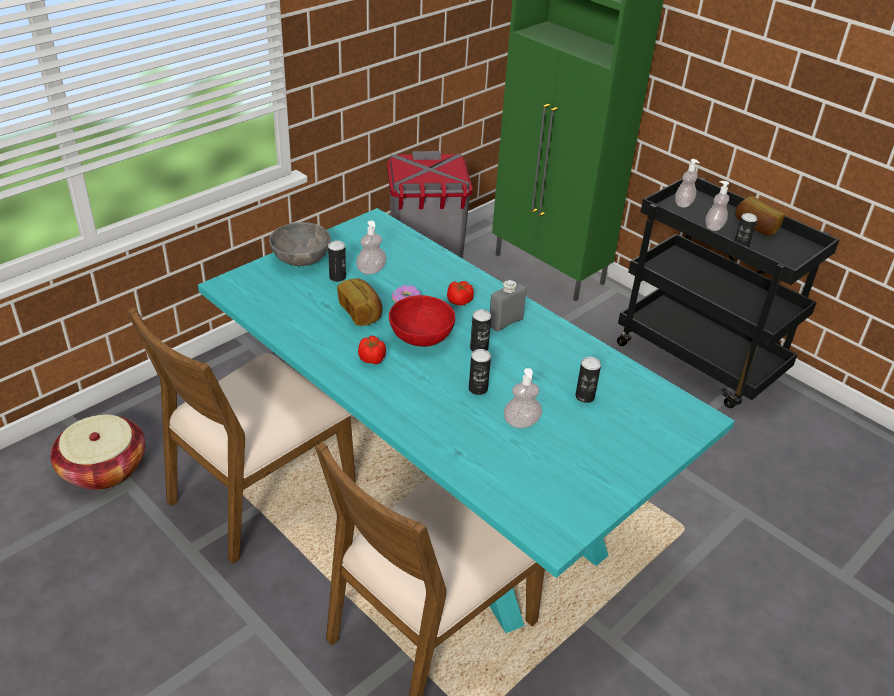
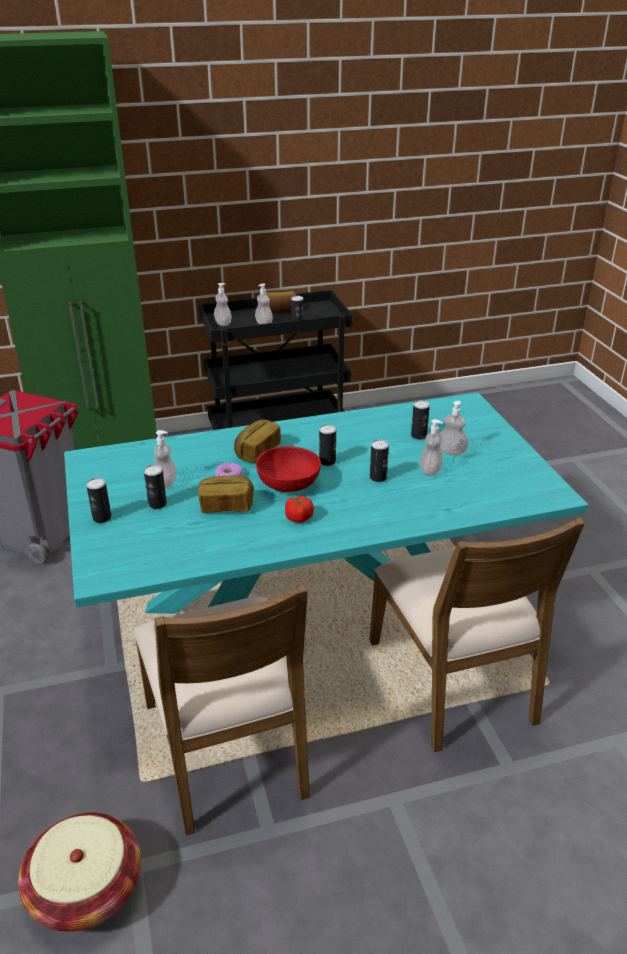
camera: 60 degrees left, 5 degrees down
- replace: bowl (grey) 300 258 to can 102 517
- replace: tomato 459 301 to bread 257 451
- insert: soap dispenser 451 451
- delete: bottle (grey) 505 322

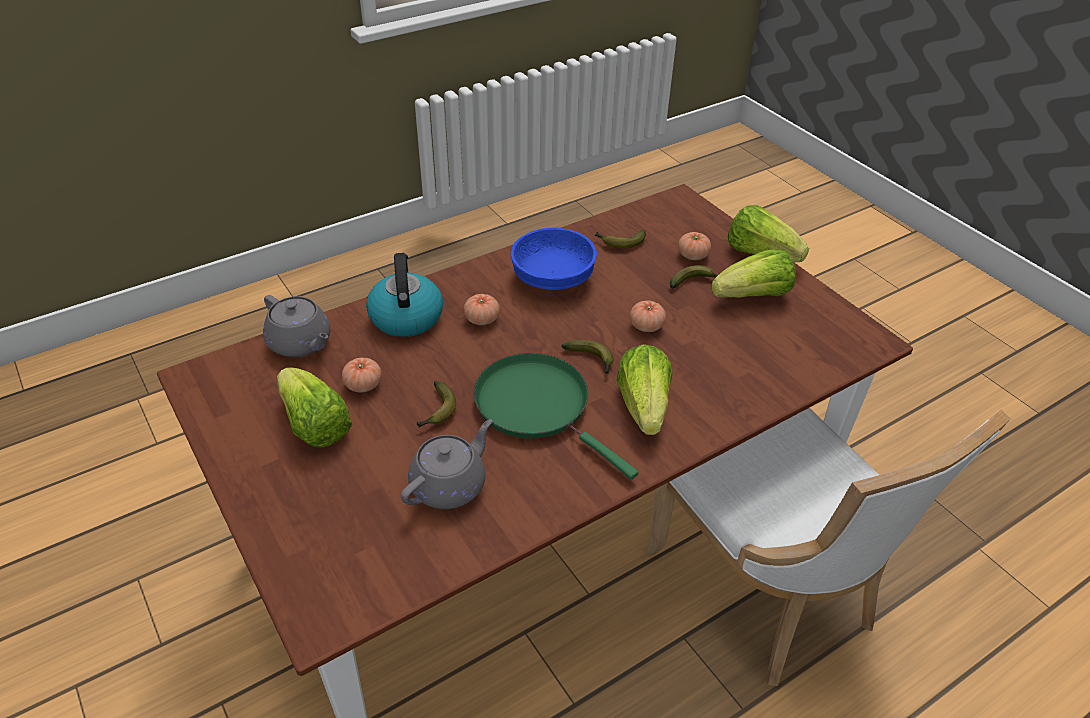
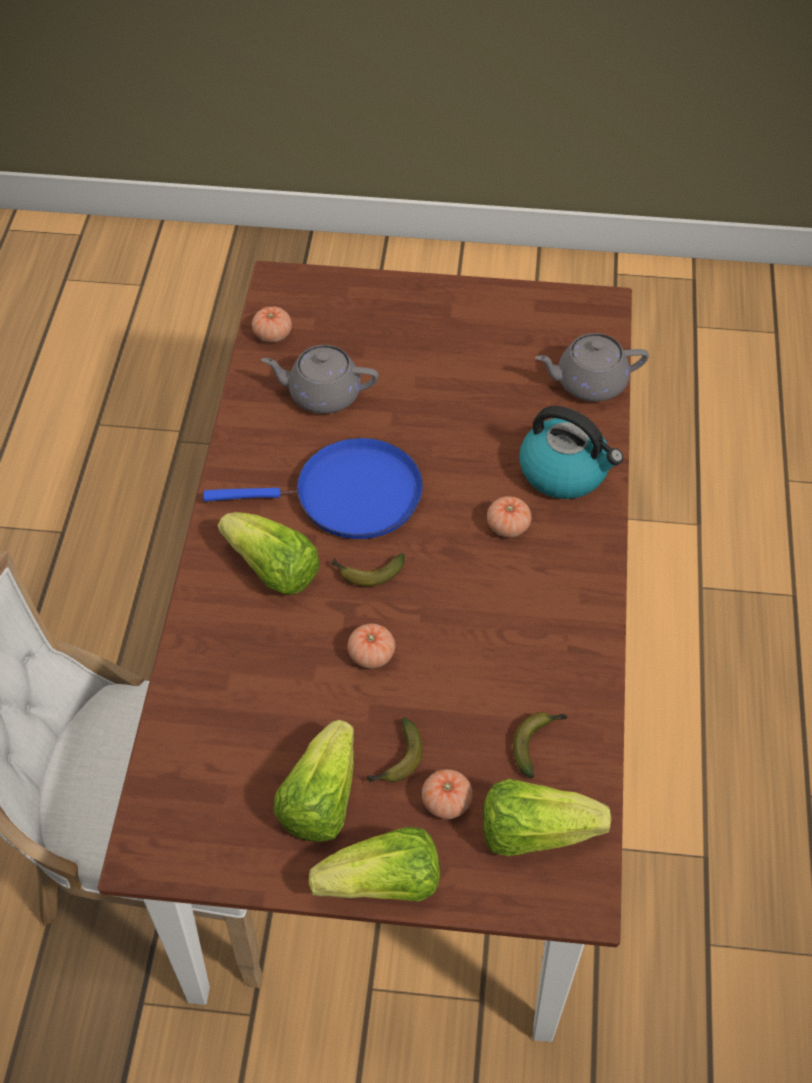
camera: 130 degrees right, 10 degrees up
- recolor: frying pan (green) 538 406 to frying pan (blue) 349 496
- move: tomato 363 385 to 272 334
- rotate: teapot (grey) 449 485 = 322 394 105 degrees clockwise
- move: lettuce 314 425 to 535 832
- delete: banana 437 411
- delete: bowl (blue) 552 277

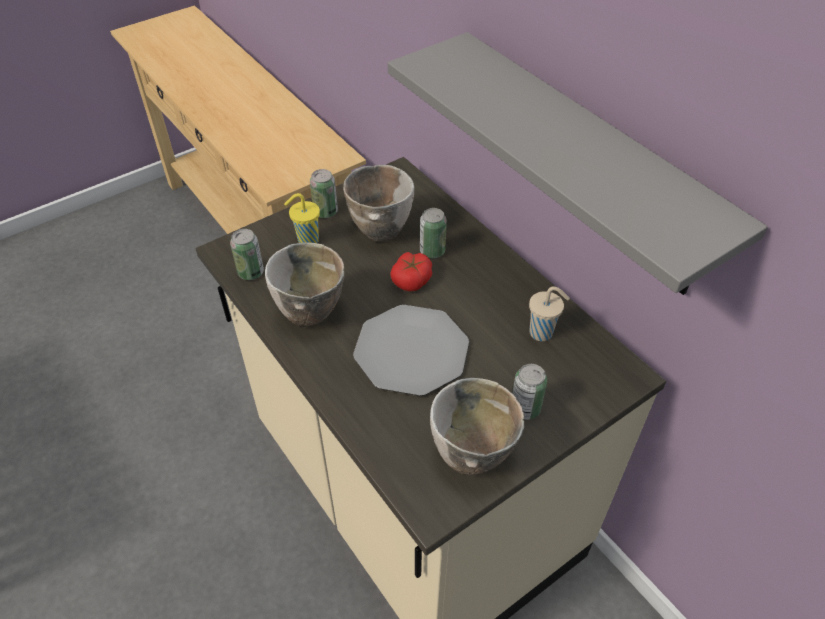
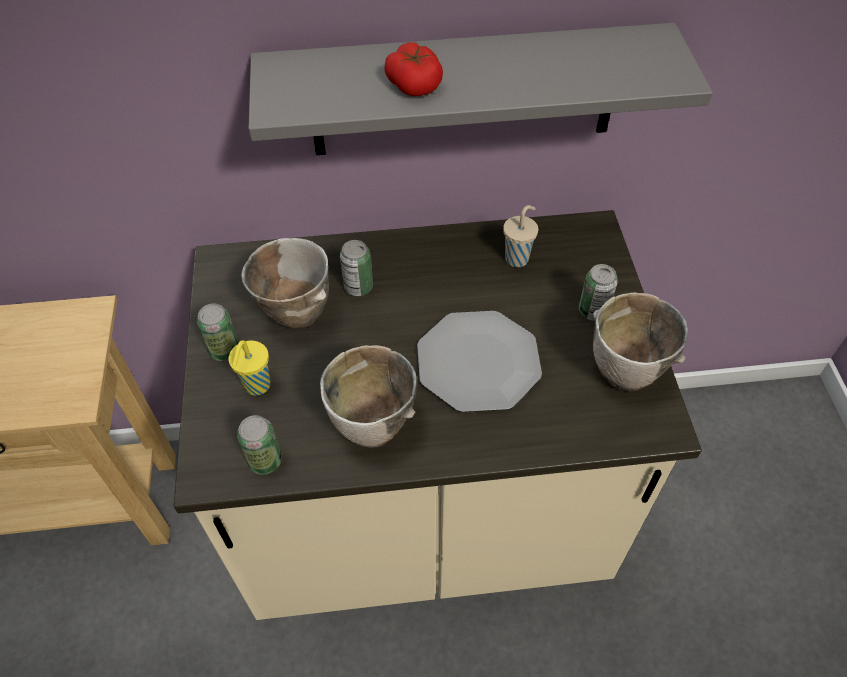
camera: 60 degrees left, 5 degrees up
- move: tomato 412 280 to 414 84

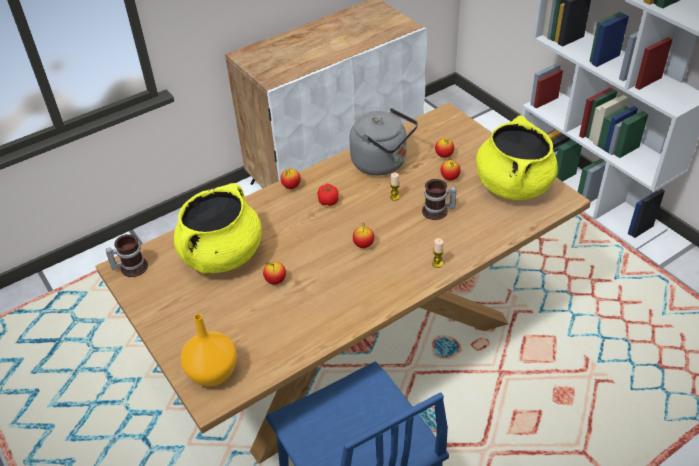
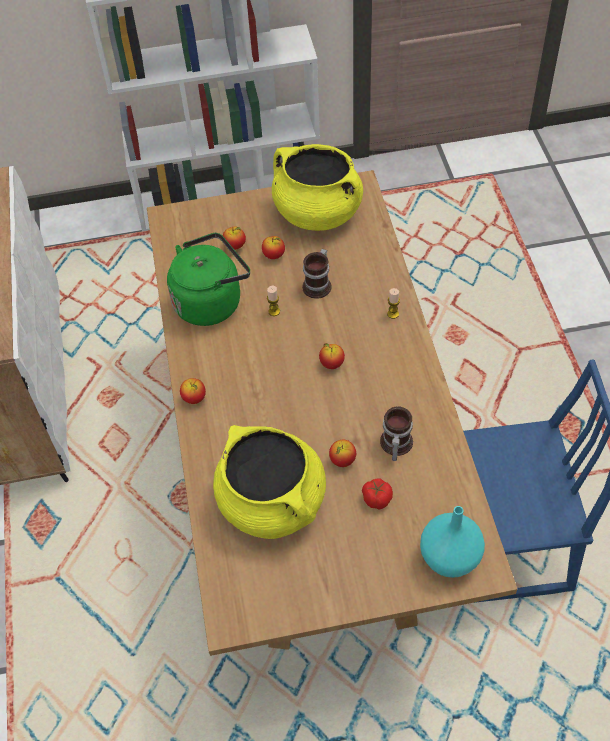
camera: 65 degrees left, 10 degrees up
- recolor: kettle (grey) 382 163 to kettle (green) 211 301
- move: tomato 328 201 to 376 499
- move: mug 131 267 to 394 445
- recolor: vase (orange) 212 373 to vase (turquoise) 448 559

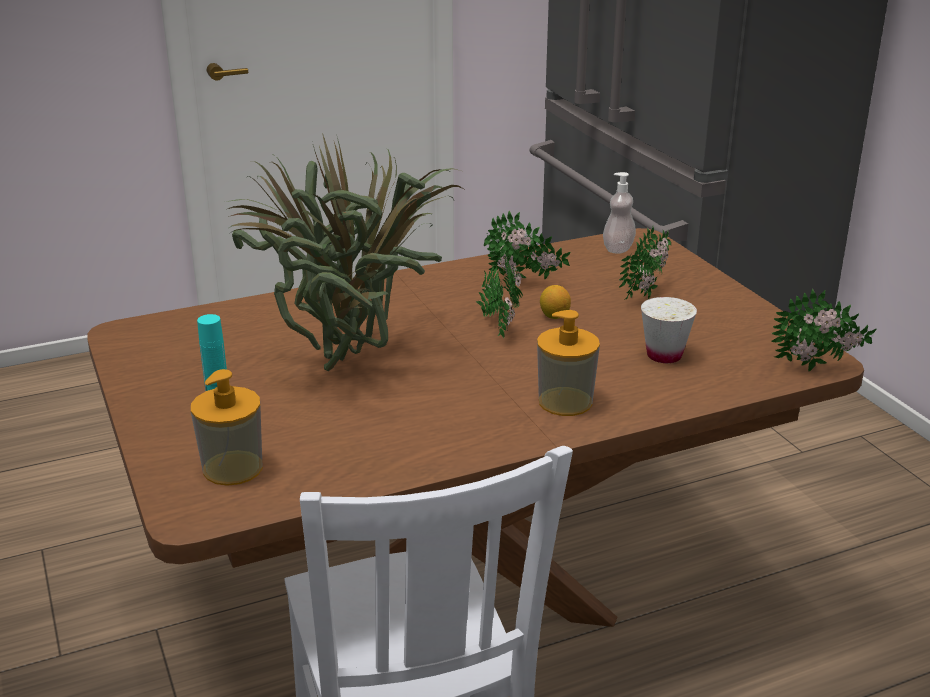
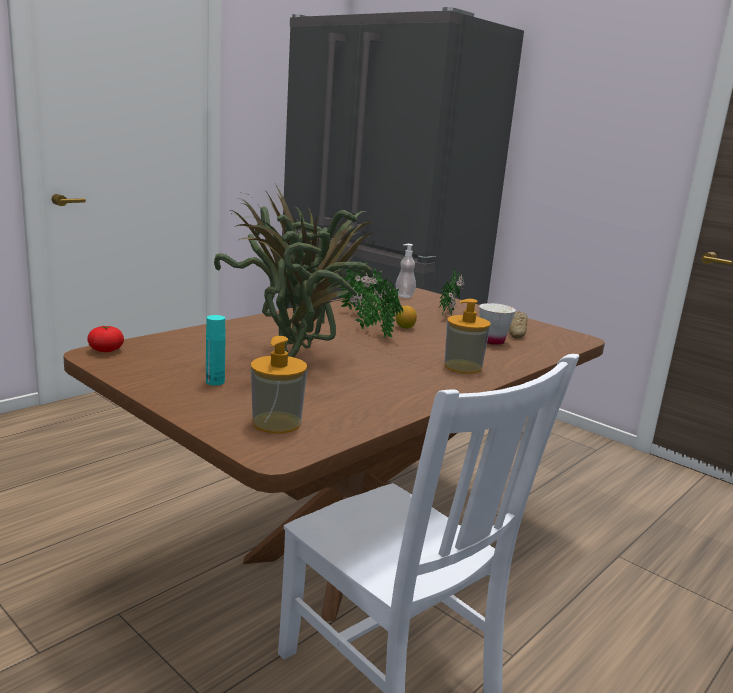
camera: 25 degrees left, 10 degrees down
- insert: tomato 106 350
- insert: bread 517 330
- delete: potted plant 818 368

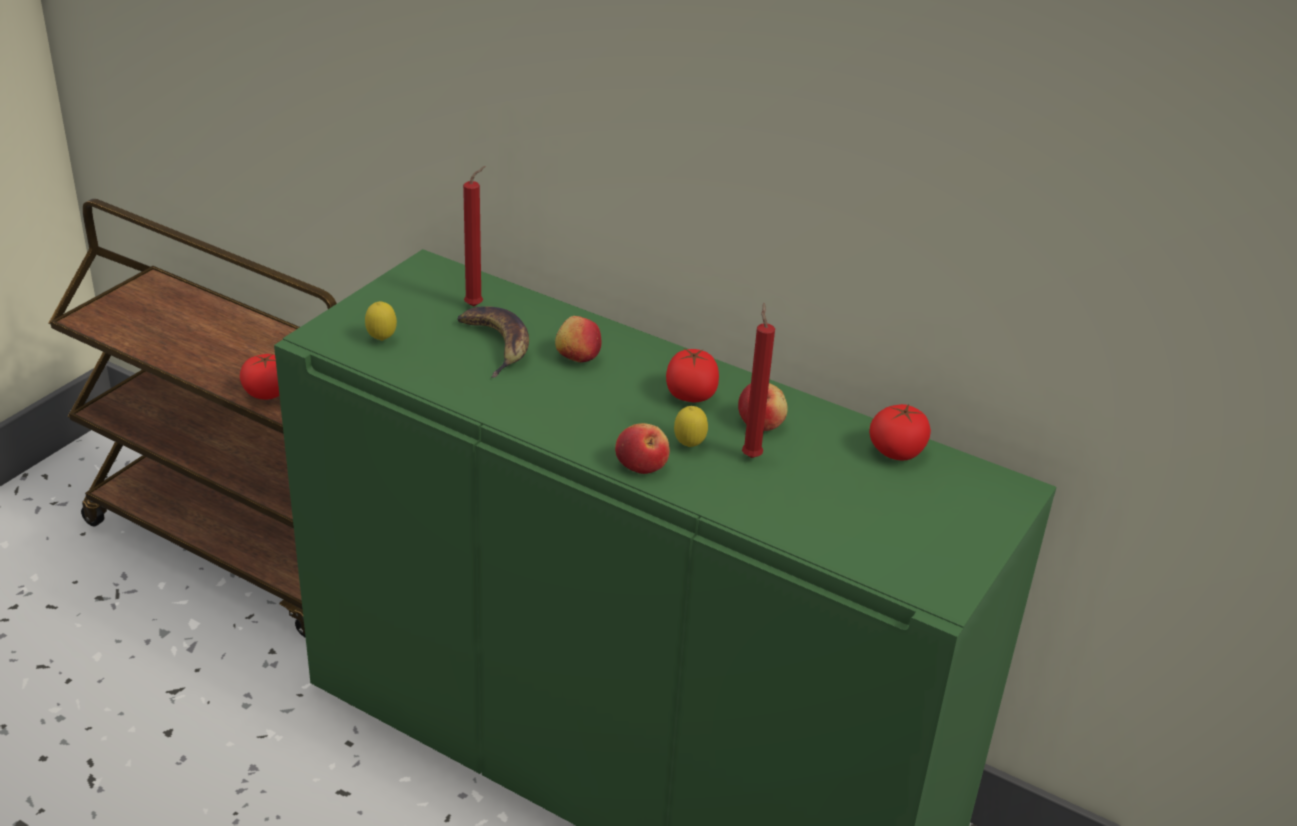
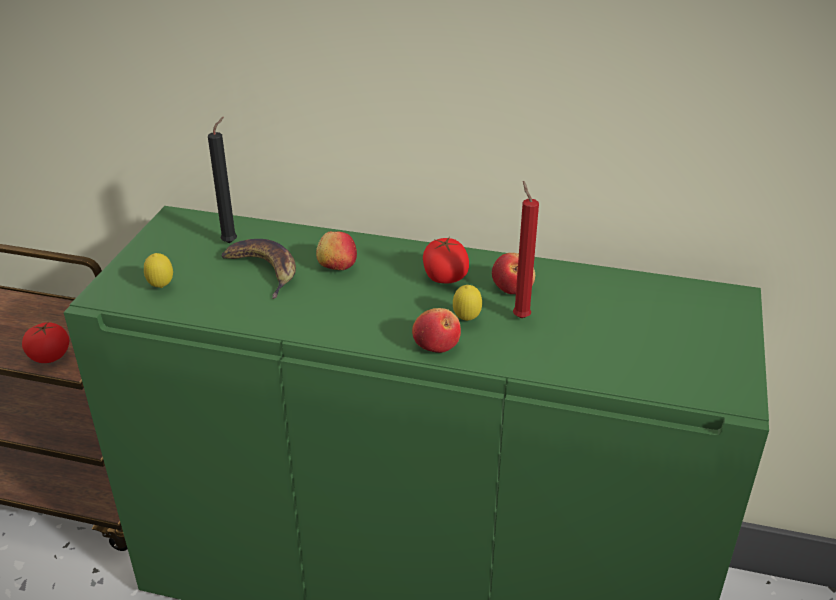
camera: 15 degrees left, 0 degrees up
- recolor: candle (red) 476 305 to candle (black) 231 242
- delete: tomato 896 451

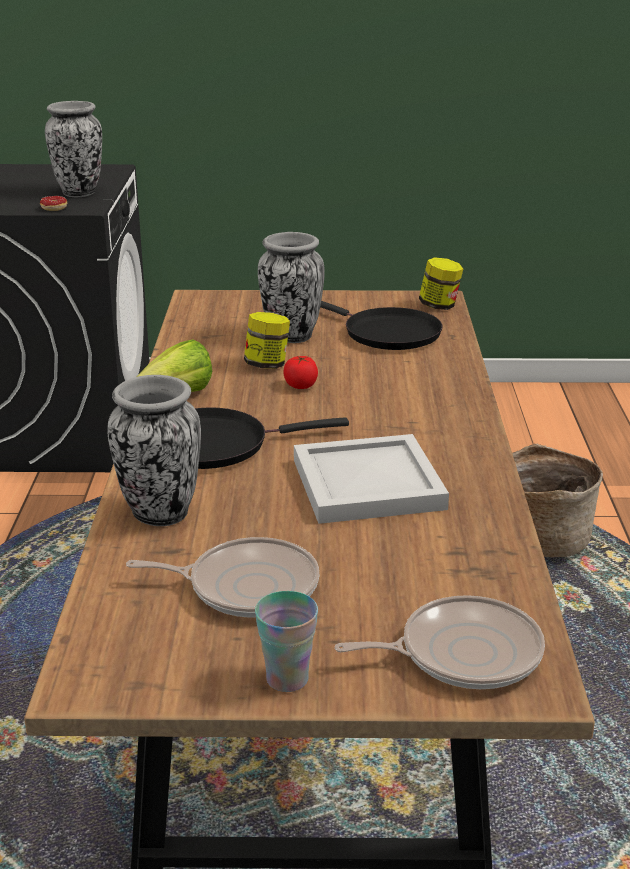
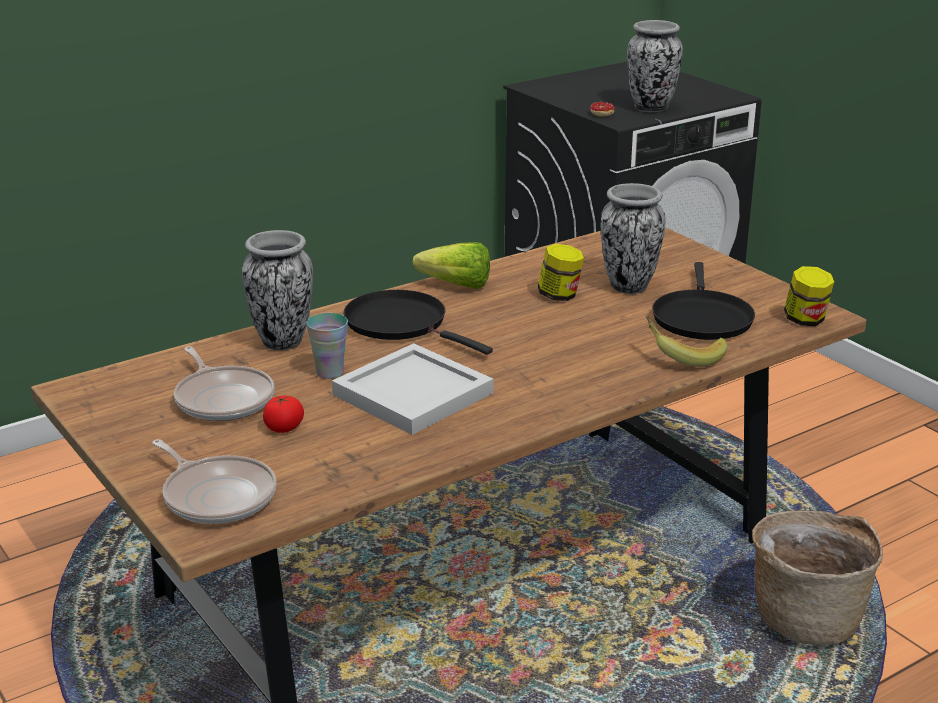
camera: 55 degrees right, 0 degrees up
- move: tomato 301 385 to 284 428
- move: cup 287 679 to 329 372
- insert: banana 683 356

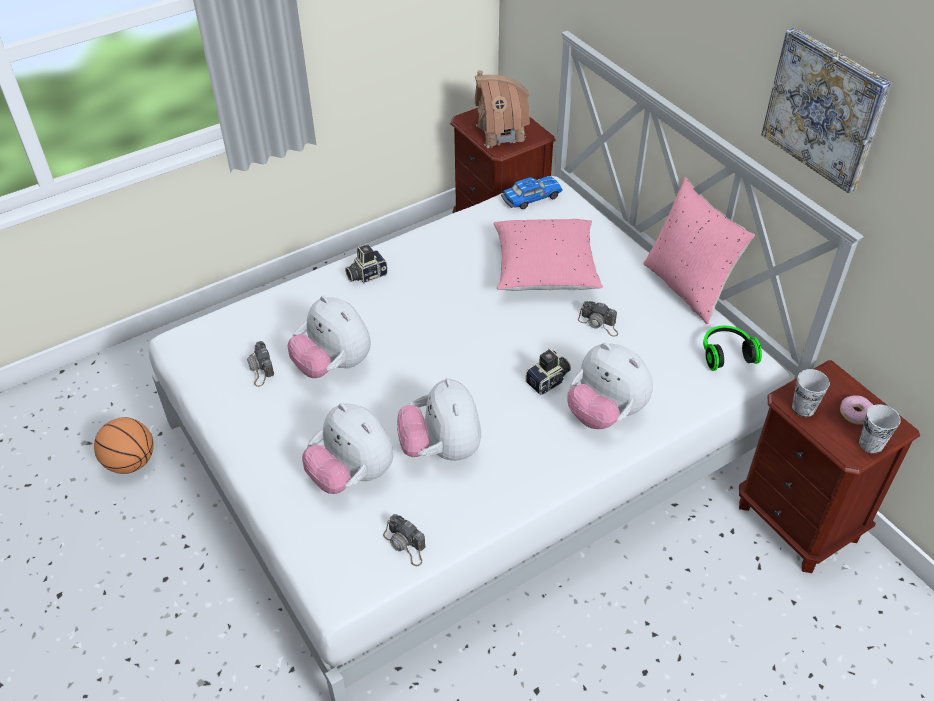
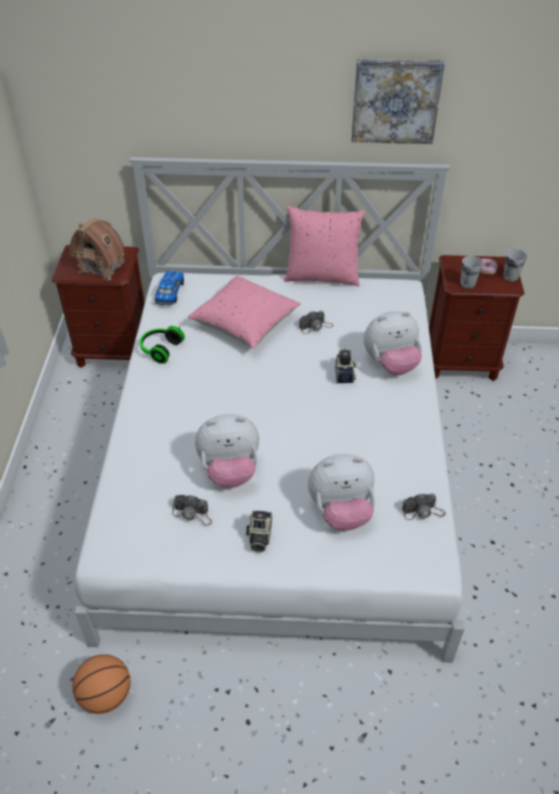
camera: 55 degrees left, 0 degrees up
- move: headphones 726 354 to 160 349
- move: photo camera 366 274 to 259 537
- delete: plush toy 441 449

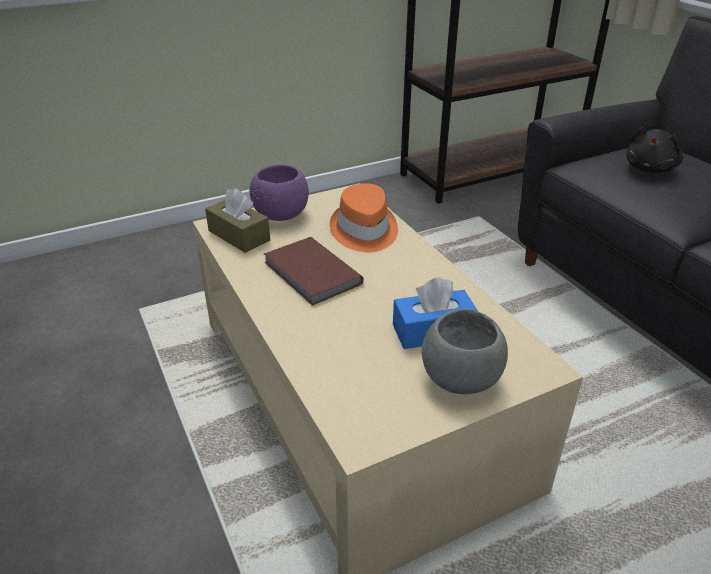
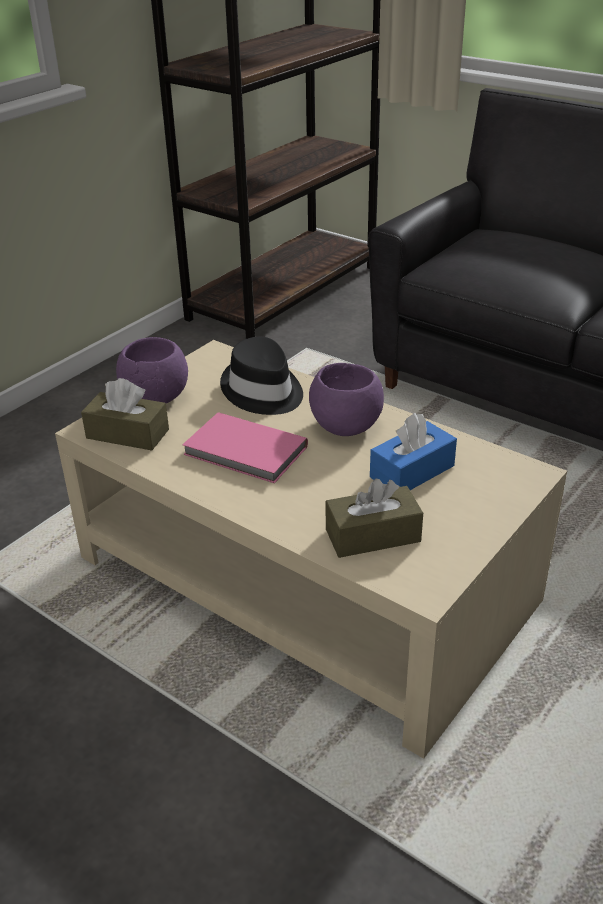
camera: 25 degrees left, 0 degrees up
- recolor: book (brown) 311 274 to book (pink) 245 452
- recolor: hat (orange) 363 231 to hat (black) 262 391
- insert: bowl (purple) 346 427
- insert: tissue box (brown) 372 535
- delete: bowl (grey) 459 380
- delete: plush toy (black) 650 169

